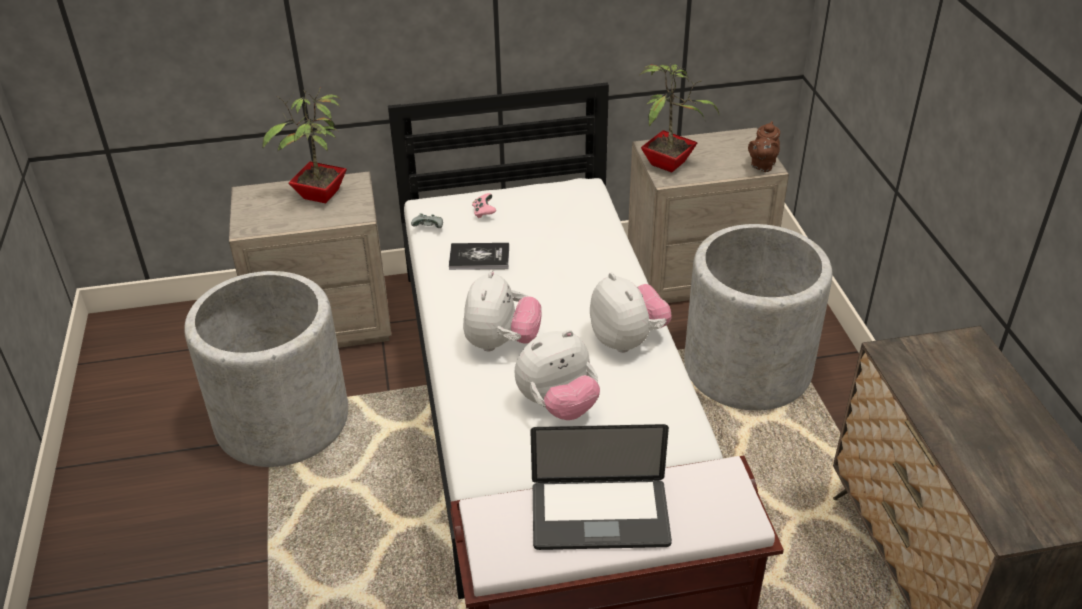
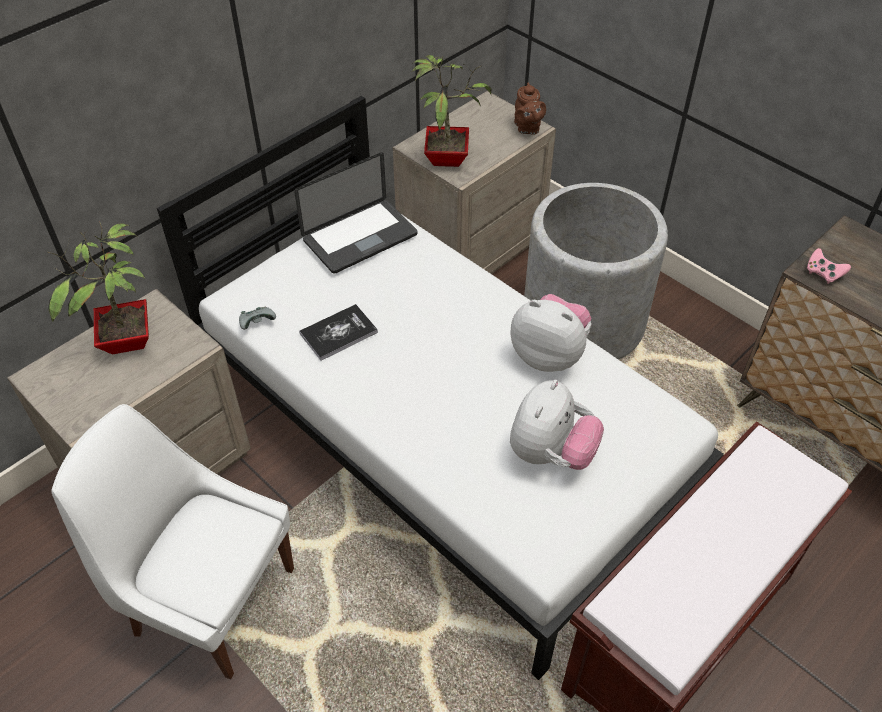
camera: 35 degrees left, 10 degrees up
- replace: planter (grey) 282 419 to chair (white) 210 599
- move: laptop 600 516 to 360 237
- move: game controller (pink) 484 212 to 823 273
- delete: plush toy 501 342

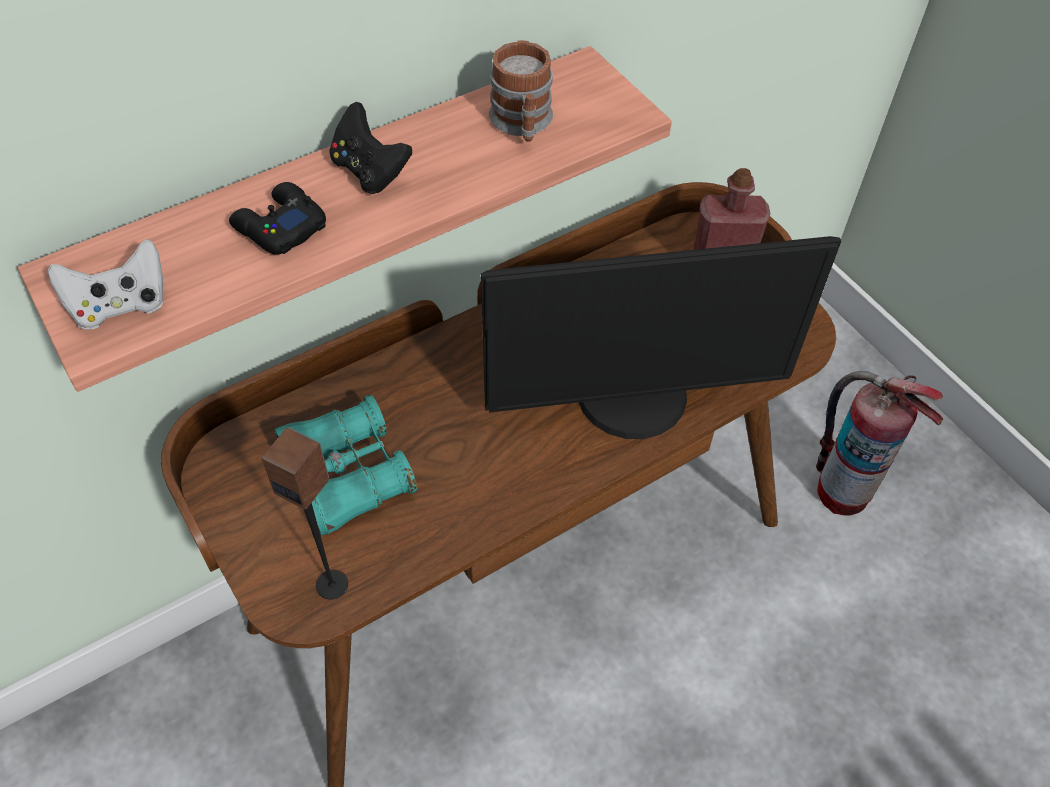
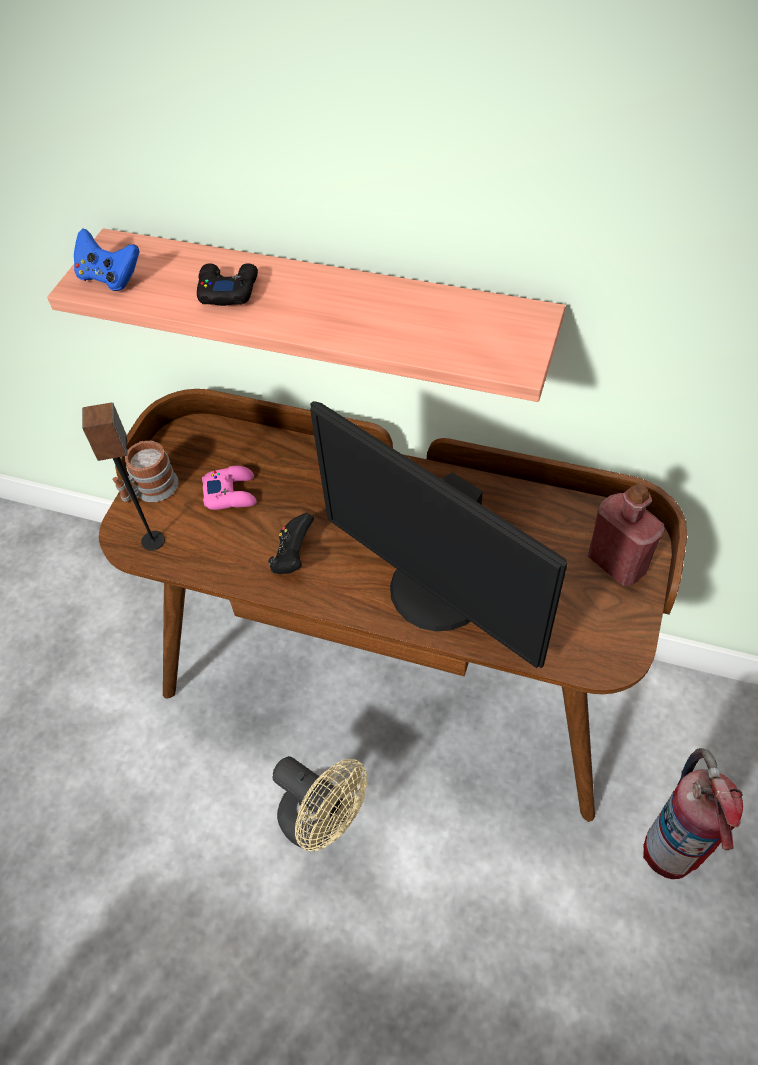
camera: 55 degrees right, 0 degrees up
- recolor: game controller (white) 120 306 to game controller (blue) 110 278
- move: mug 522 124 to 150 490
- replace: binoculars (turquoise) 347 475 to game controller (pink) 231 493
- move: game controller (black) 369 171 to 293 556
- insert: fan (beige) 324 822

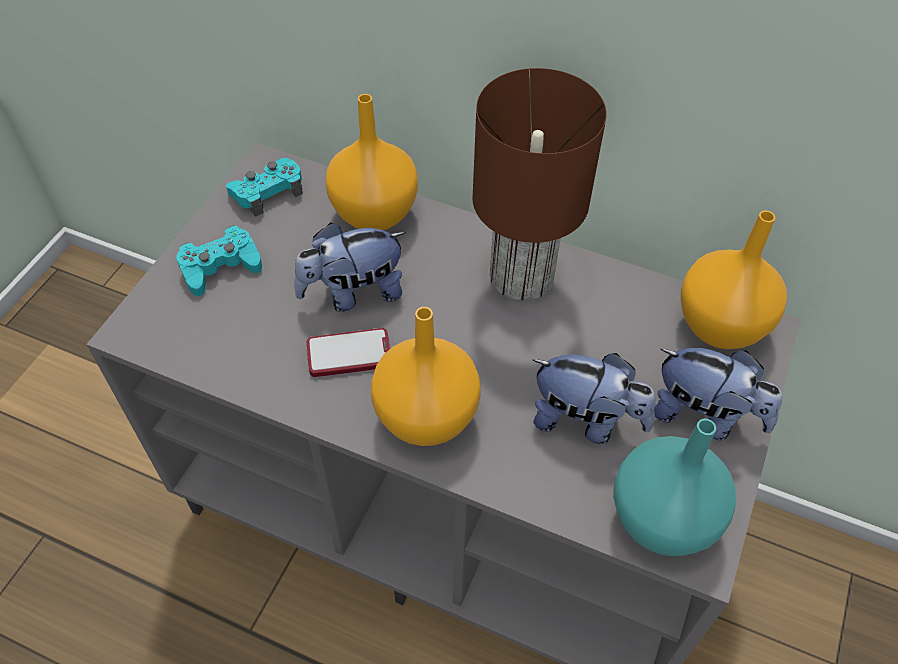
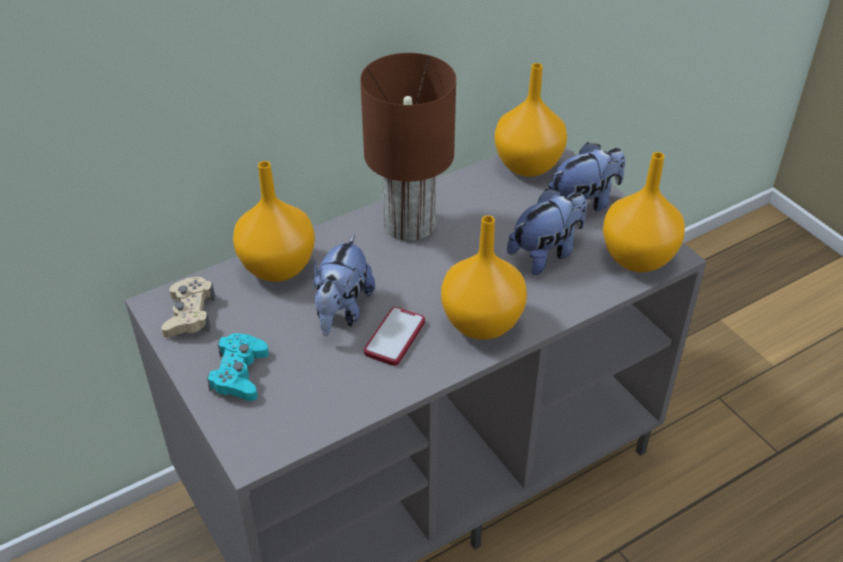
camera: 55 degrees left, 10 degrees down
- recolor: game controller (turquoise) 268 192 to game controller (beige) 189 314
- recolor: vase (turquoise) 662 521 to vase (orange) 639 258

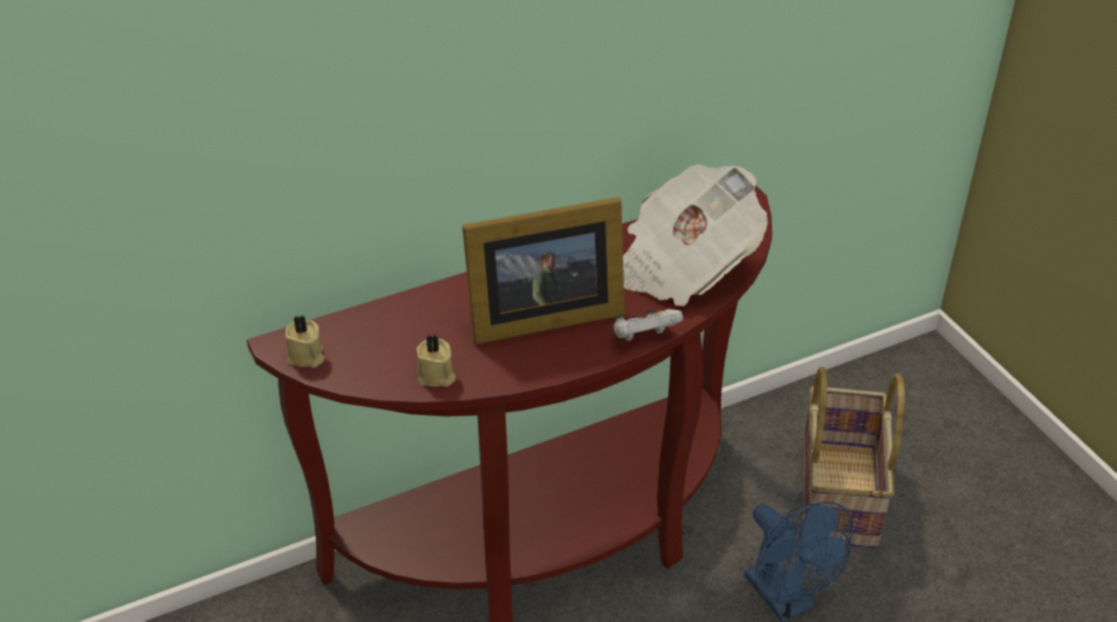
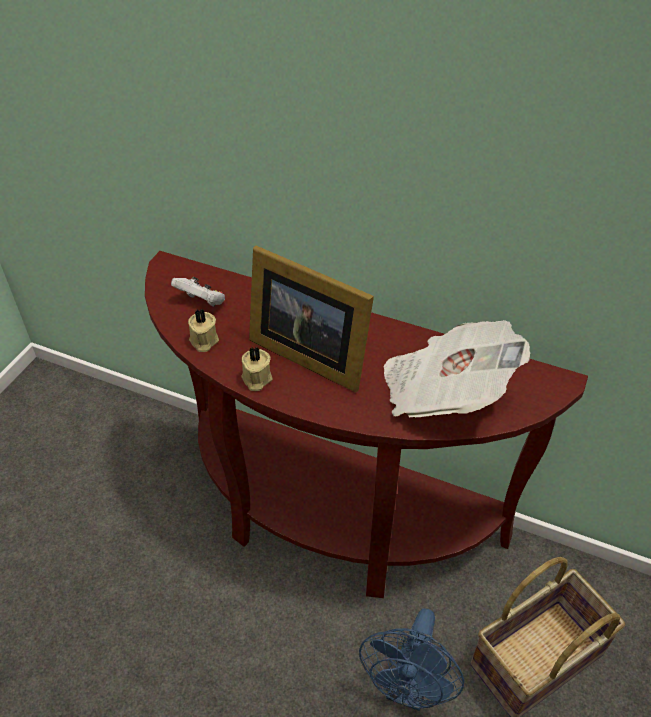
camera: 50 degrees right, 5 degrees up
- move: game controller (white) 644 338 to 202 302
- move: candle (beige) 306 357 to 256 379

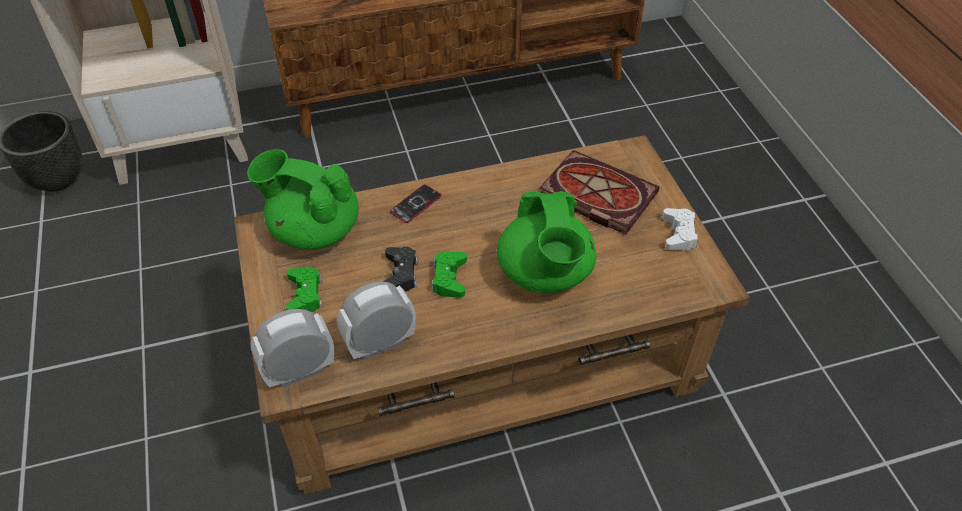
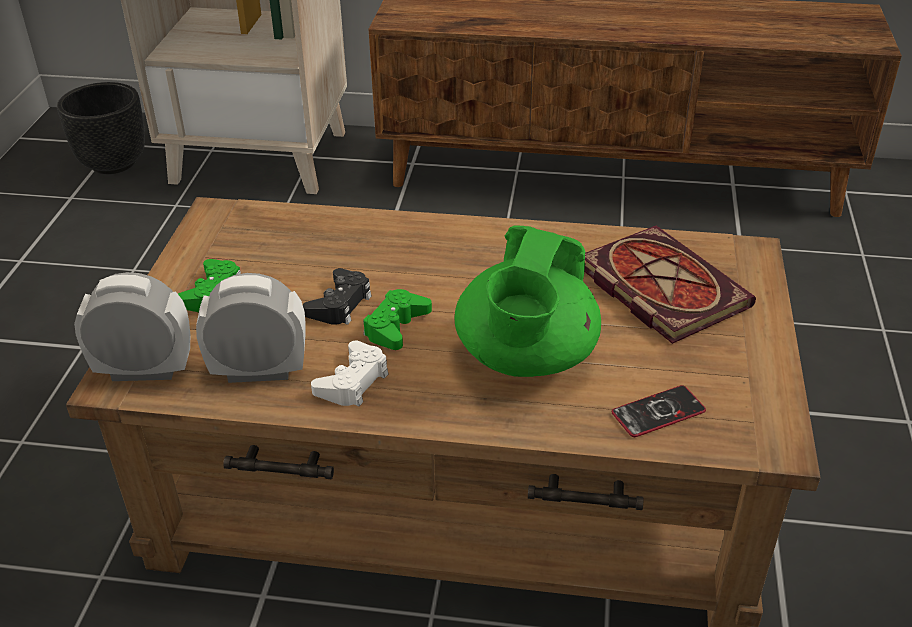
camera: 25 degrees right, 10 degrees down
- move: game controller (white) 679 234 to 353 381
- move: phone 415 204 to 658 412
- delete: teapot (green) 314 230

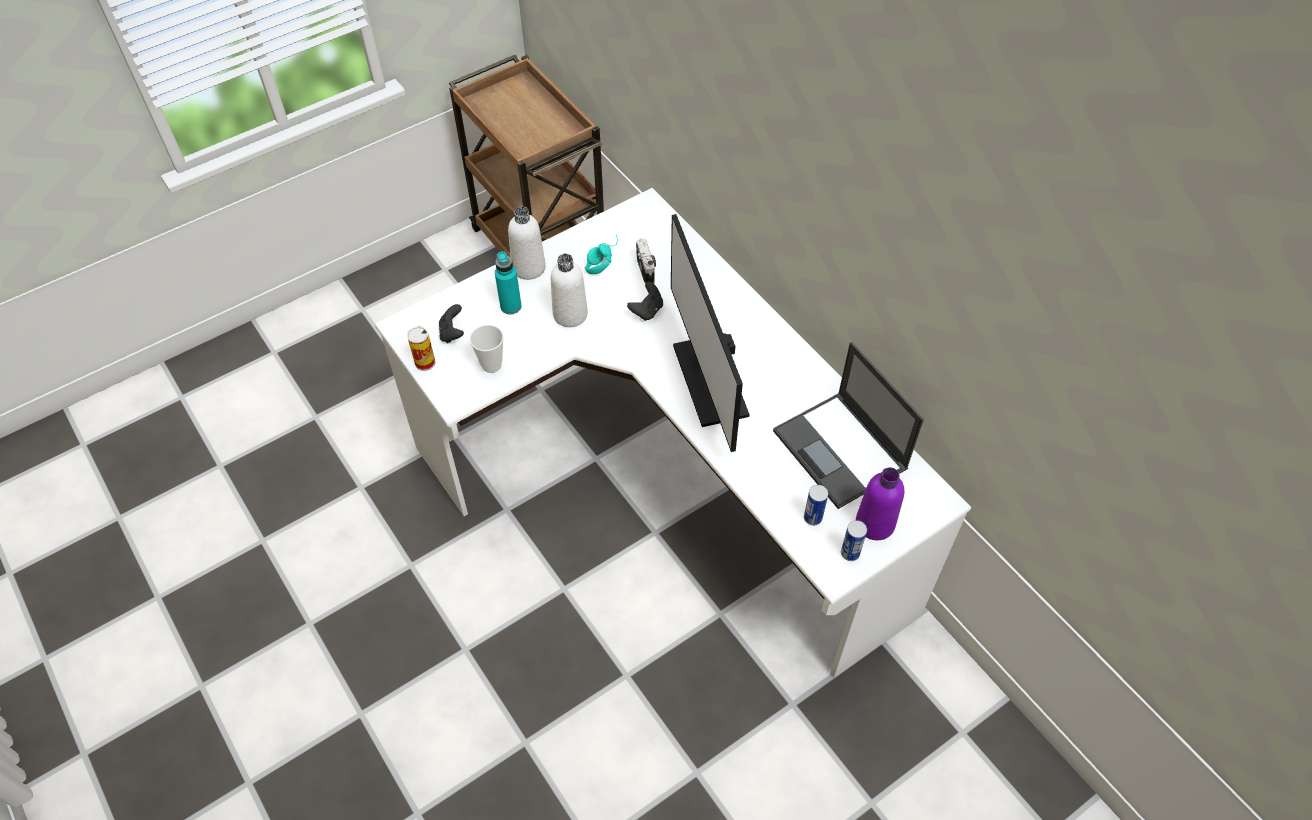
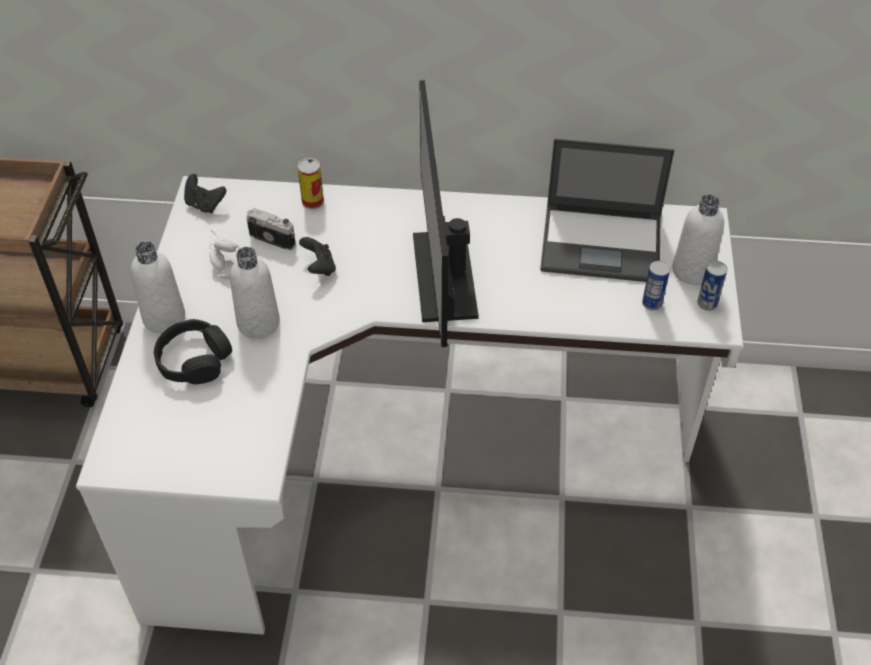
camera: 50 degrees left, 5 degrees down
- replace: bottle (turquoise) 511 306 to headphones (black) 194 360
- move: game controller (black) 452 333 to 205 205
- recolor: headphones (turquoise) 601 258 to headphones (white) 220 260
- move: can 425 362 to 312 201
- rotate: monitor 710 380 = 444 276 60 degrees clockwise
- recolor: bottle (purple) 875 523 to bottle (white) 692 270
- delete: cup 491 365

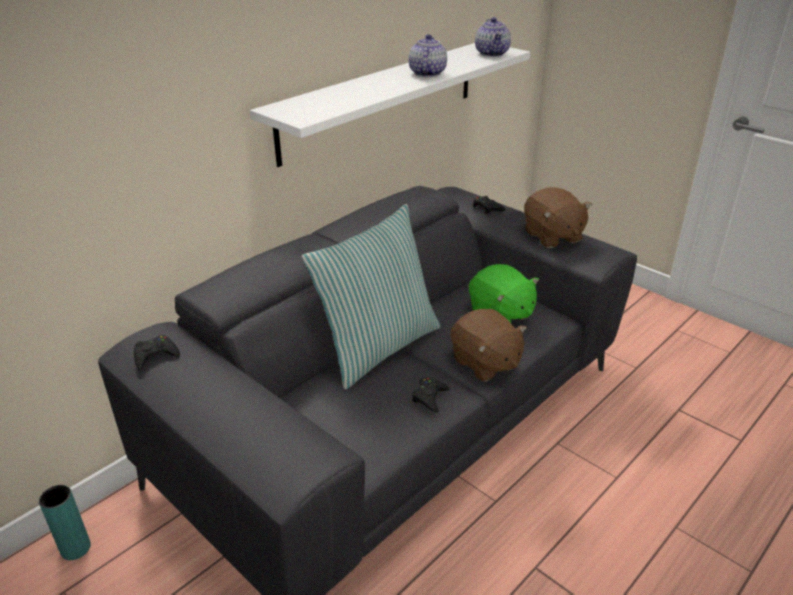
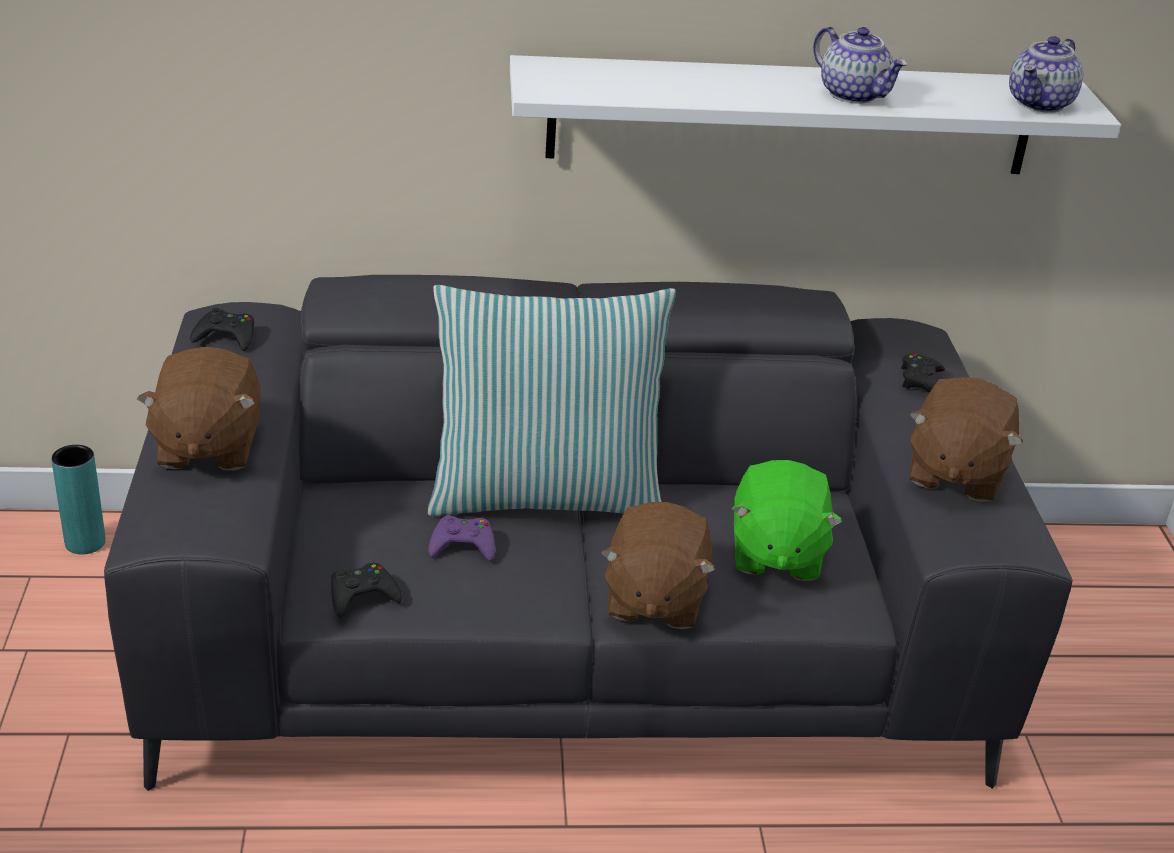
camera: 40 degrees right, 0 degrees up
- insert: plush toy (brown) 207 446
- move: game controller (black) 429 397 to 362 595
- insert: game controller (purple) 463 545
- rotate: teapot 426 73 = 854 95 90 degrees clockwise

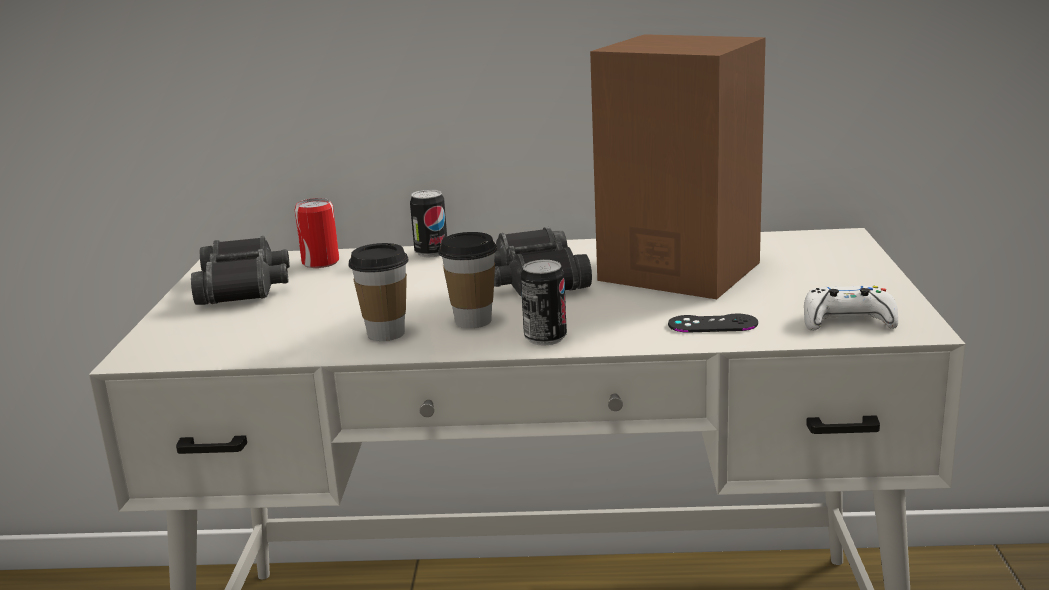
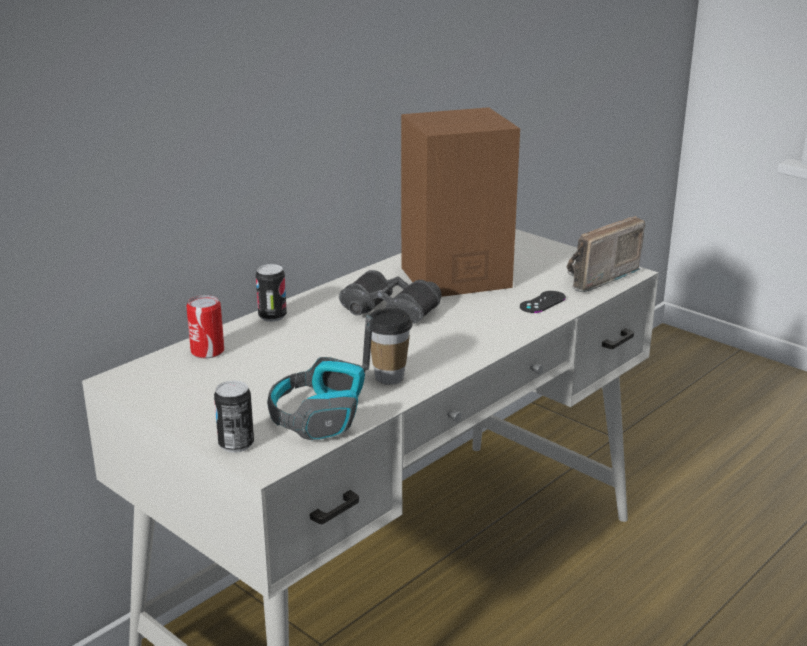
camera: 50 degrees left, 5 degrees up
- move: can 545 338 to 236 444
- insert: headphones 319 416
- replace: game controller (white) 847 321 to radio 594 278
- delete: binoculars (black) 244 286
- delete: cup 473 321

